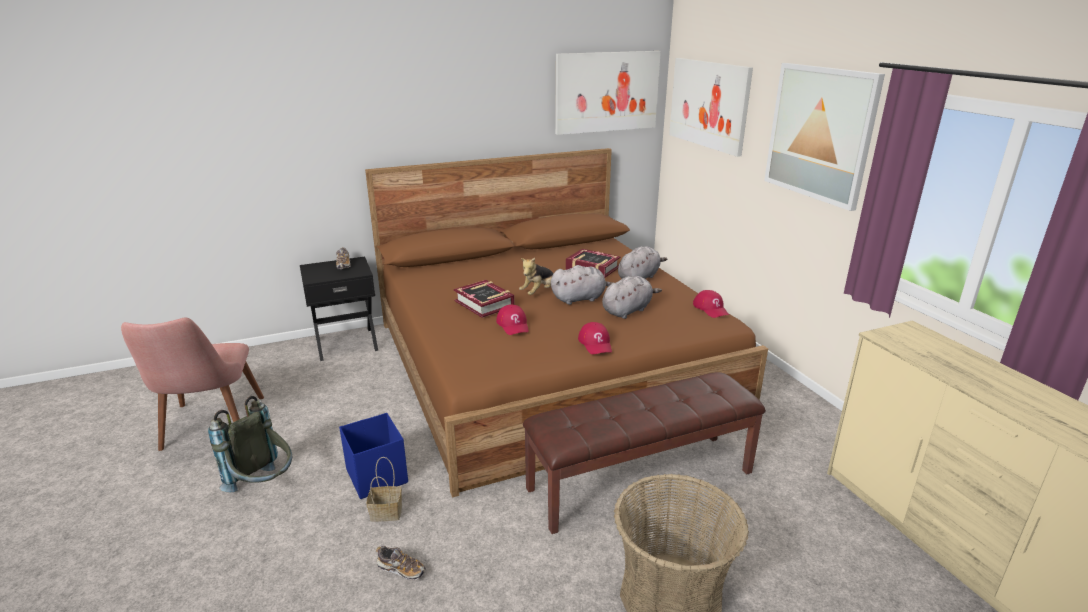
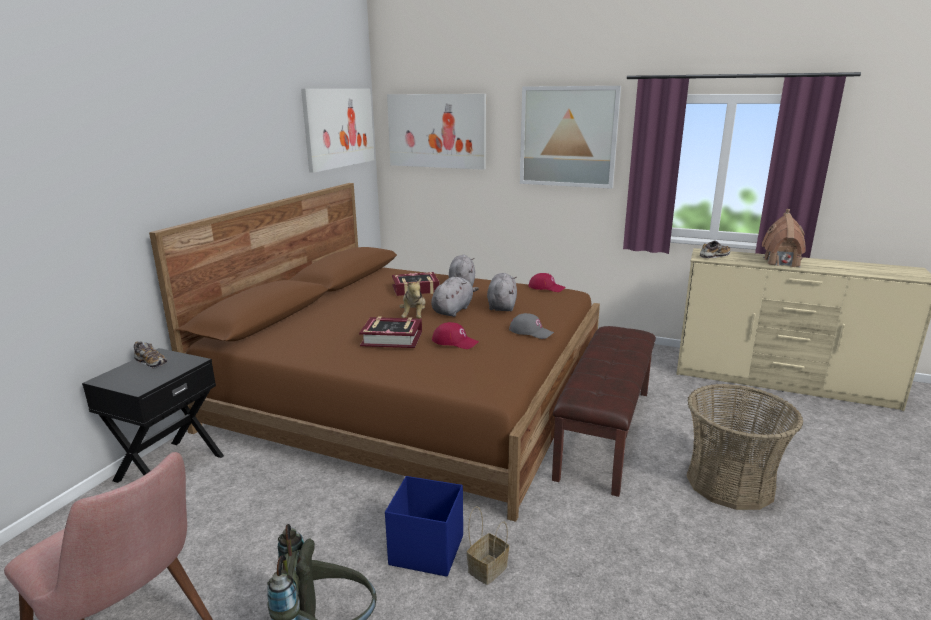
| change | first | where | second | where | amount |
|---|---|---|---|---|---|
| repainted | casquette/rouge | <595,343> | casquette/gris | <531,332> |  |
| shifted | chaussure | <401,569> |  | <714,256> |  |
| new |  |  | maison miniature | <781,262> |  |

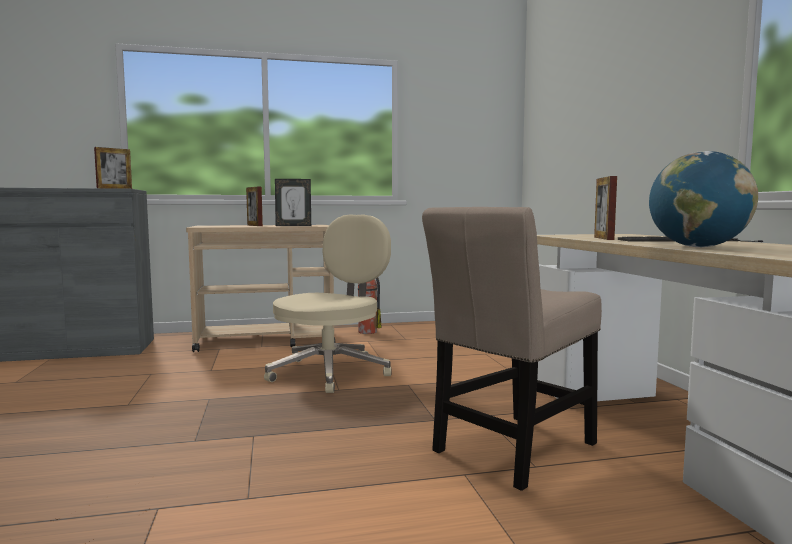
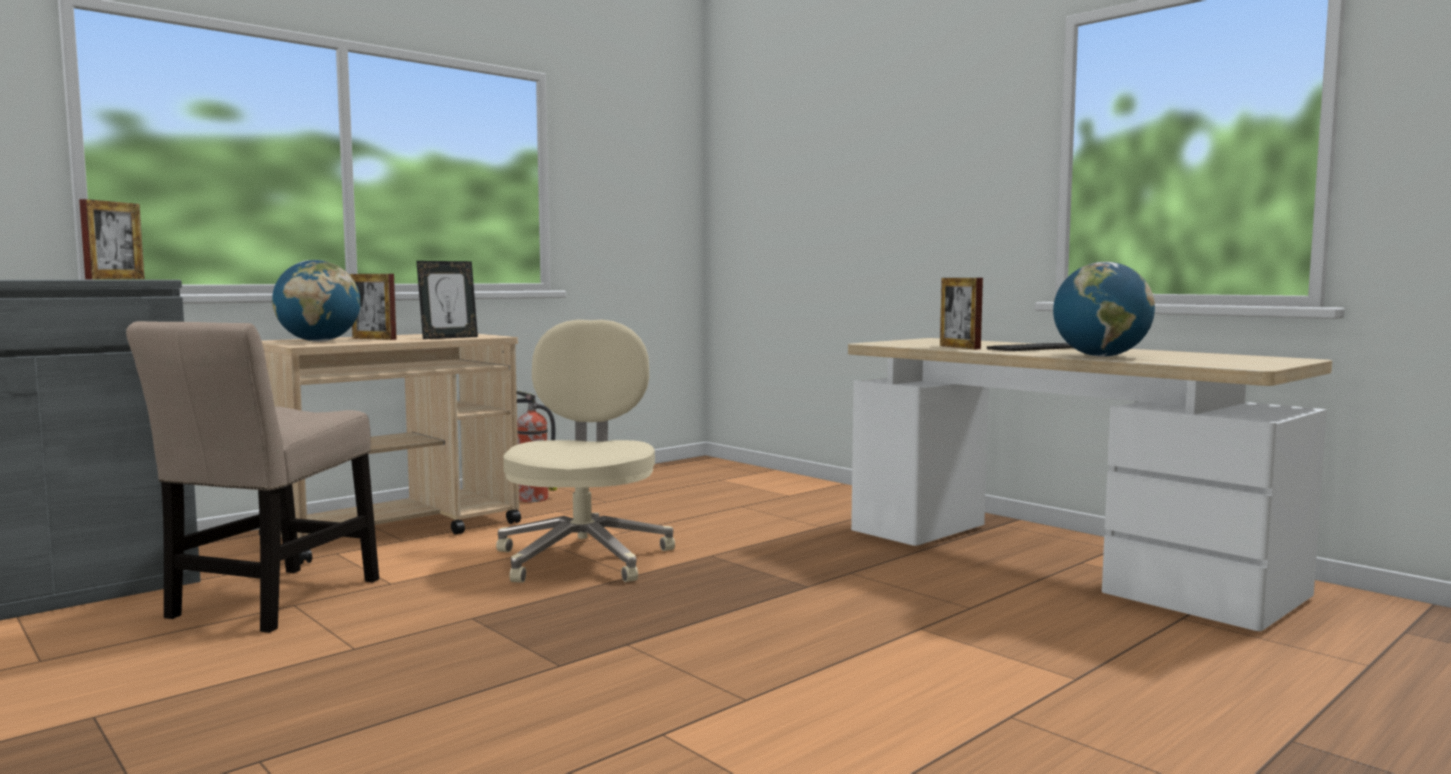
| change | first | where | second | where | amount |
|---|---|---|---|---|---|
| shifted | chaise/beige | <511,450> |  | <271,602> |  |
| new |  |  | globe | <319,341> |  |

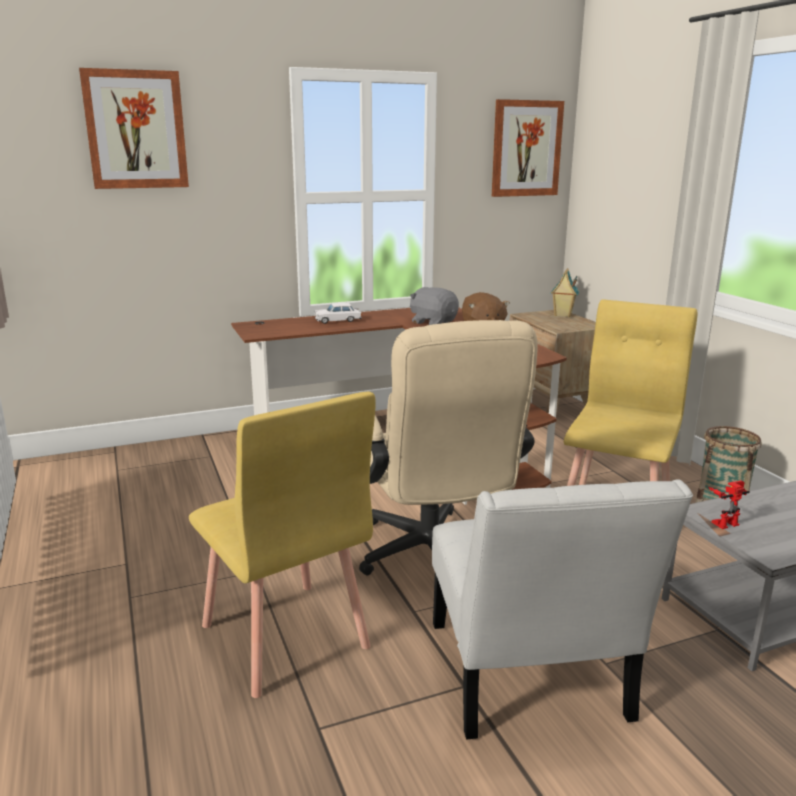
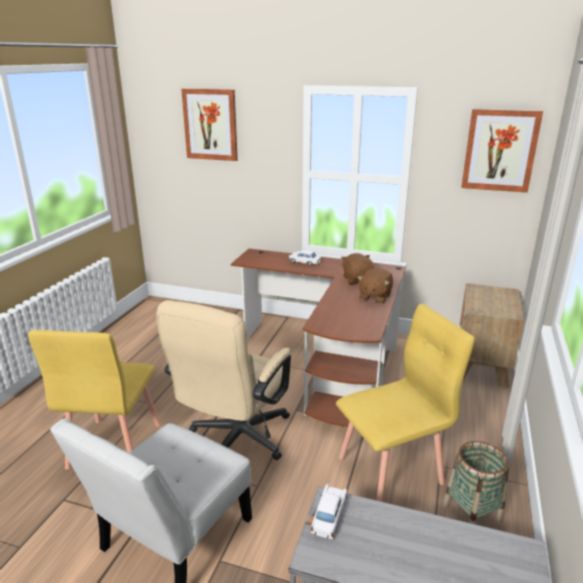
| change | first | where | second | where | amount |
|---|---|---|---|---|---|
| swapped | robot jouet | <724,522> | petite voiture/blanc | <328,516> |  |
| repainted | peluche/gris | <433,322> | peluche/marron | <357,280> |  |
| gone | maison miniature | <562,315> |  |  |  |

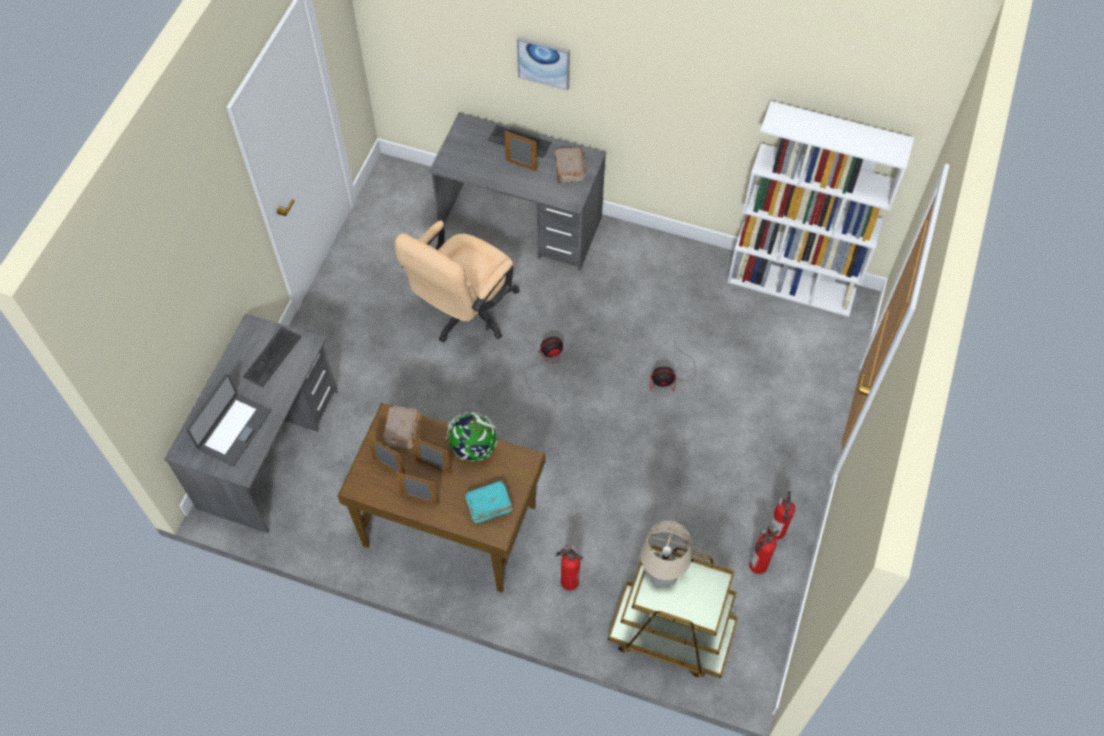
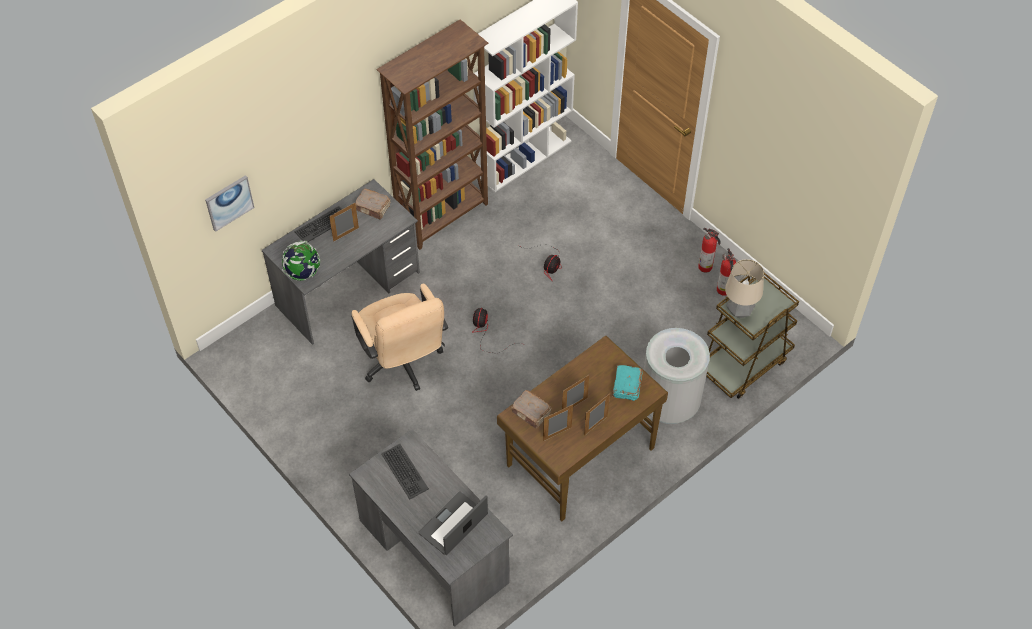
| change | first | where | second | where | amount |
|---|---|---|---|---|---|
| shifted | tableau | <544,62> |  | <229,202> |  |
| shifted | globe | <473,448> |  | <303,273> |  |
| new |  |  | bibliothèque/marron | <443,216> |  |
| rotated | ordinateur portable | <233,429> |  | <454,524> | 105 degrees counterclockwise |
| swapped | extincteur | <568,581> | poubelle/gris | <669,403> |  |

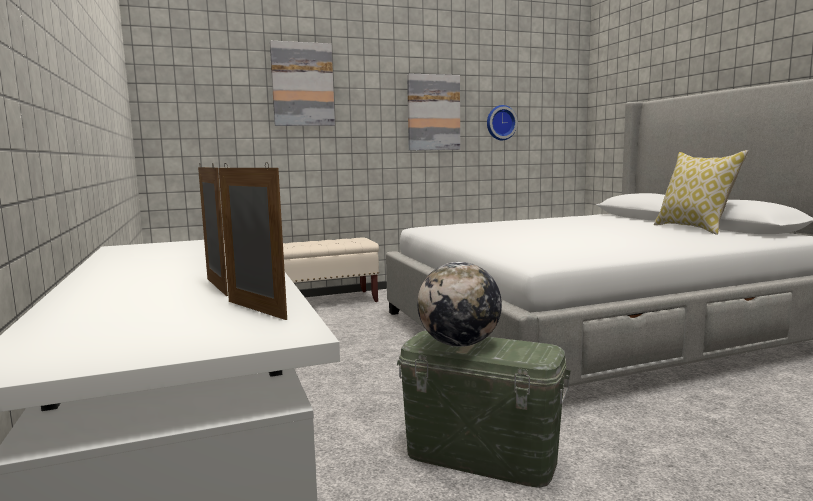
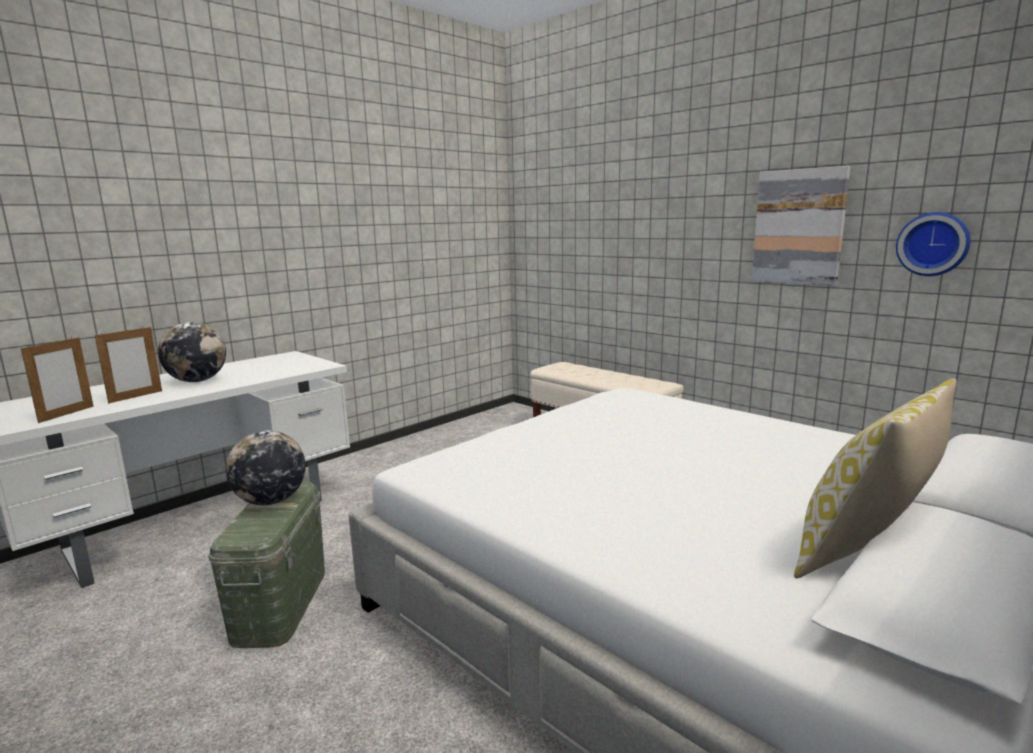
| change | first | where | second | where | amount |
|---|---|---|---|---|---|
| new |  |  | globe | <197,381> |  |
| gone | tableau | <302,84> |  |  |  |

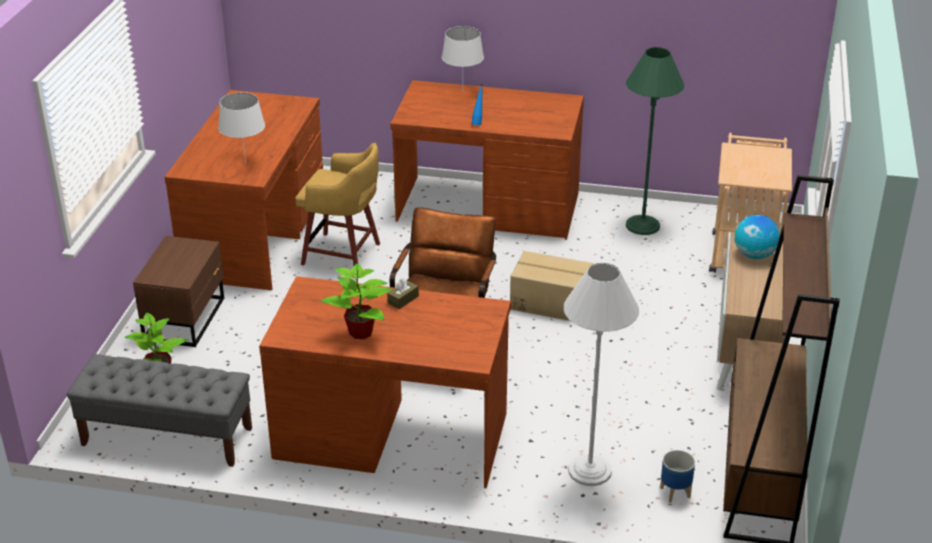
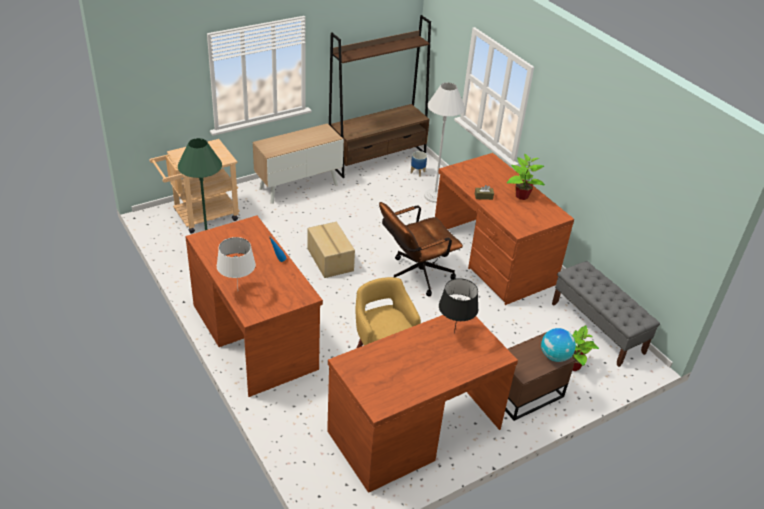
| change | first | where | second | where | amount |
|---|---|---|---|---|---|
| repainted | lampe de table/blanc | <245,163> | lampe de table/noir | <454,332> |  |
| shifted | globe | <754,255> |  | <555,356> |  |

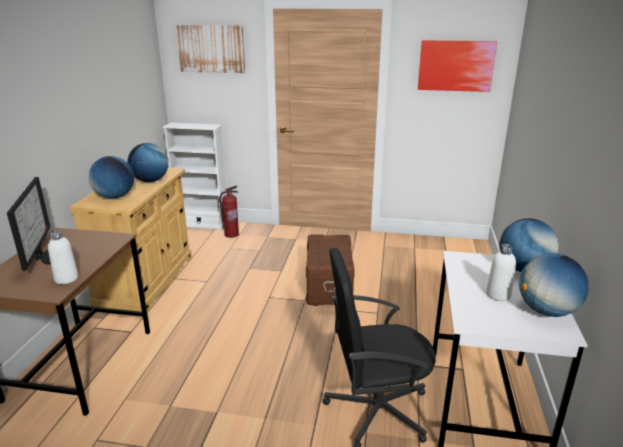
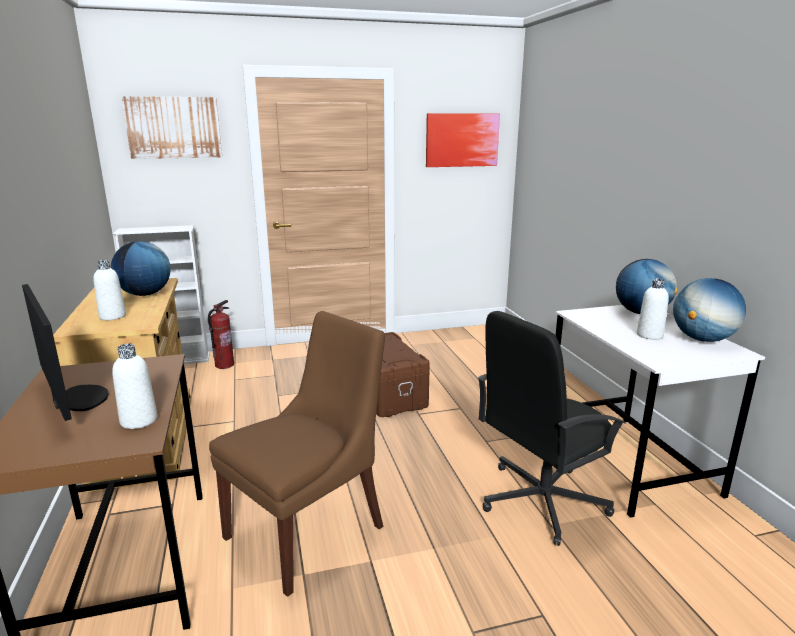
| change | first | where | second | where | amount |
|---|---|---|---|---|---|
| swapped | globe | <115,197> | bouteille/blanc | <112,316> |  |
| new |  |  | chaise/marron | <309,529> |  |

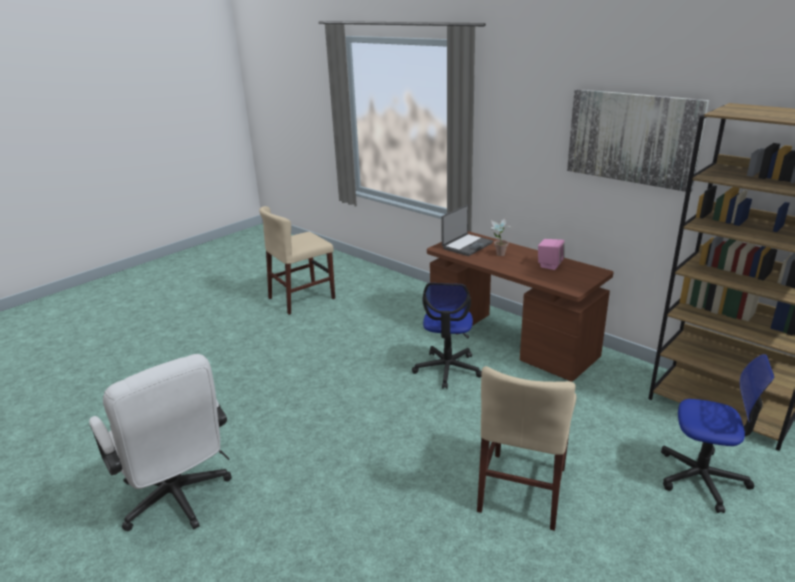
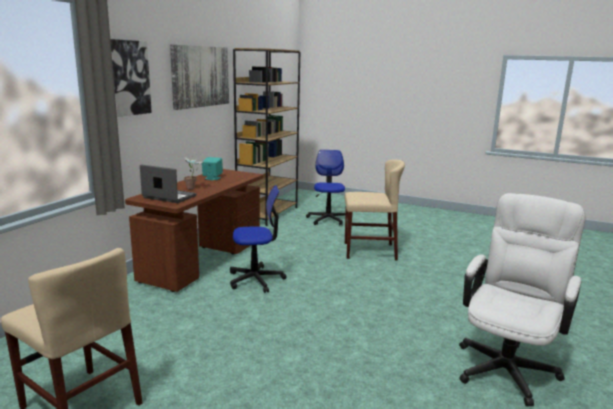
| change | first | where | second | where | amount |
|---|---|---|---|---|---|
| new |  |  | tableau | <129,78> |  |
| repainted | enceinte/rose | <550,265> | enceinte/turquoise | <212,178> |  |

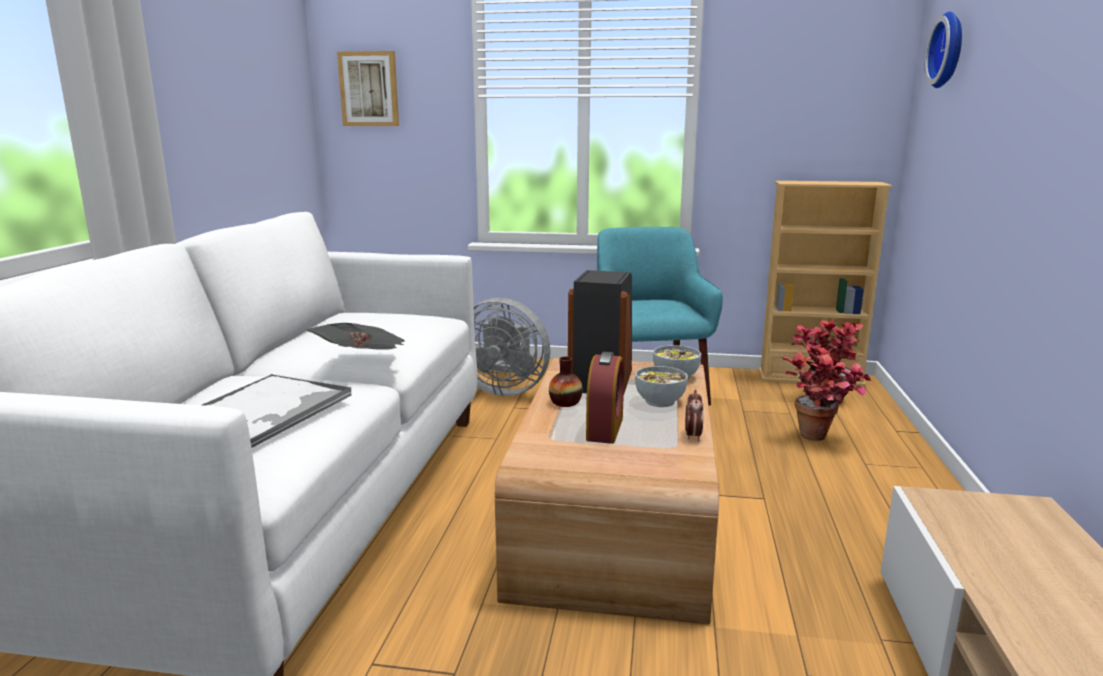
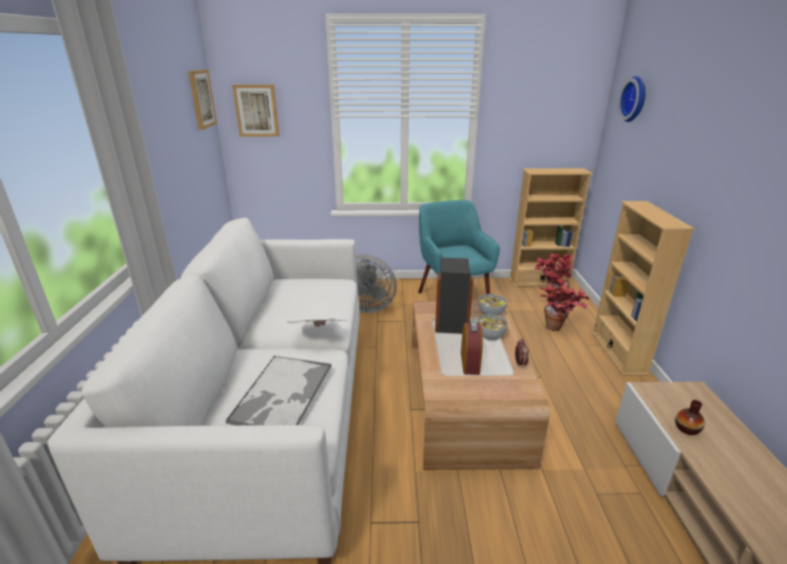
| change | first | where | second | where | amount |
|---|---|---|---|---|---|
| new |  |  | tableau | <201,99> |  |
| new |  |  | bibliothèque/beige | <618,352> |  |
| shifted | vase | <565,402> |  | <687,429> |  |

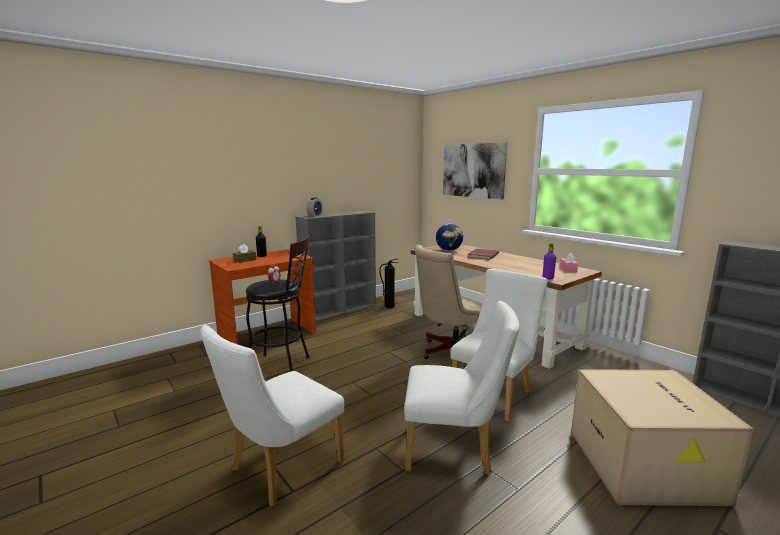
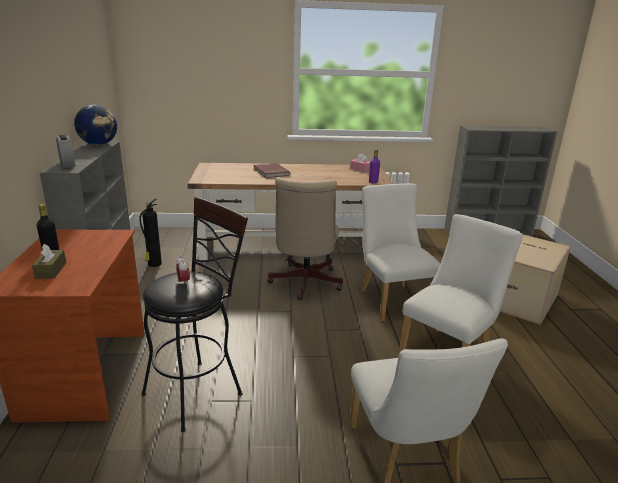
| change | first | where | second | where | amount |
|---|---|---|---|---|---|
| shifted | globe | <449,250> |  | <99,144> |  |
| gone | tableau | <473,170> |  |  |  |

